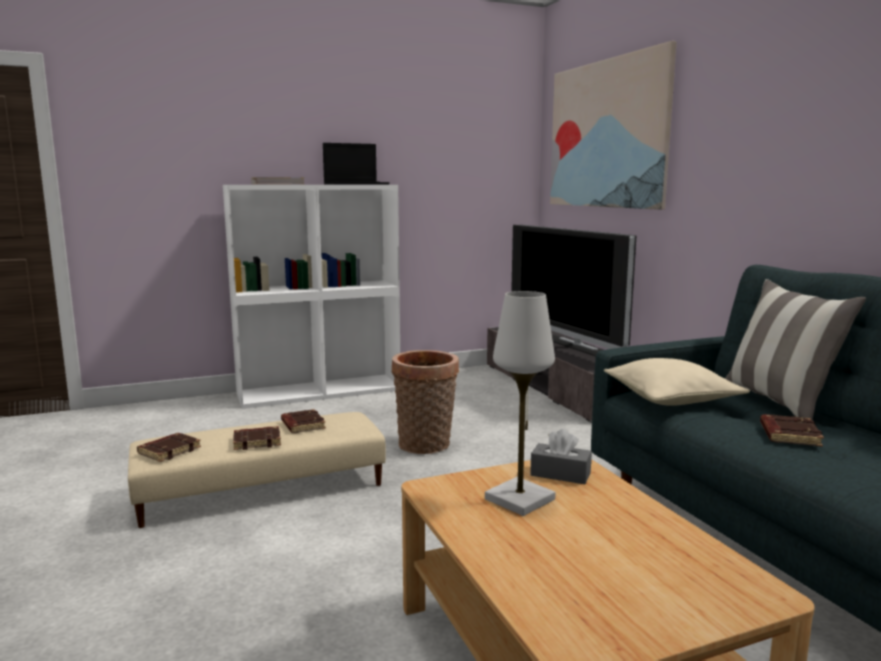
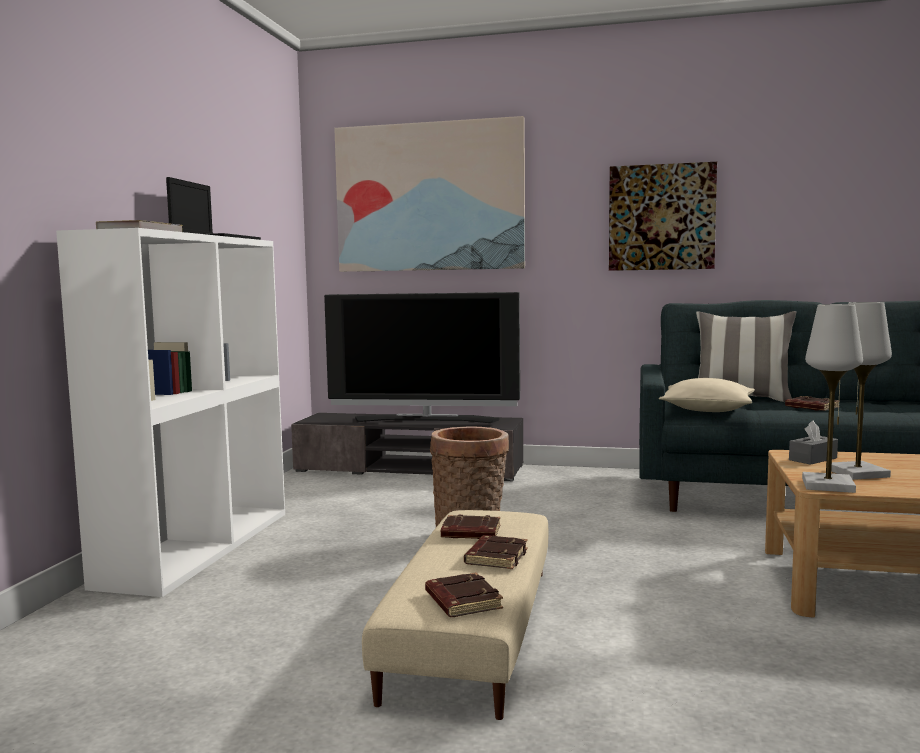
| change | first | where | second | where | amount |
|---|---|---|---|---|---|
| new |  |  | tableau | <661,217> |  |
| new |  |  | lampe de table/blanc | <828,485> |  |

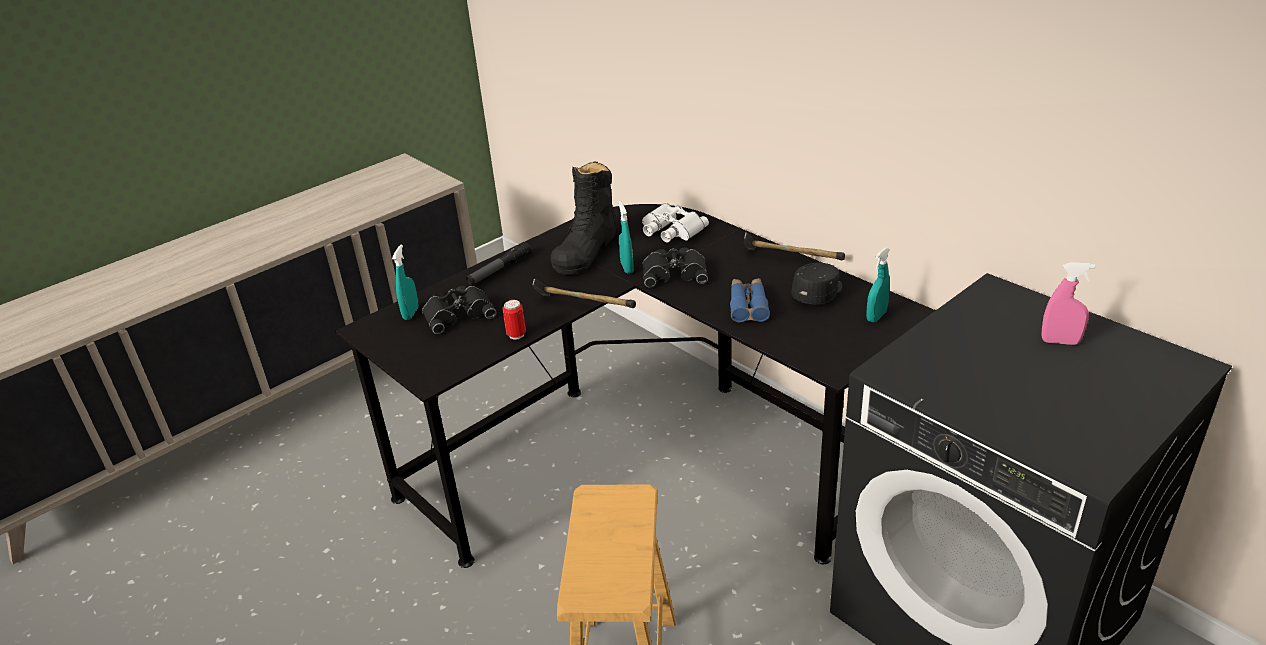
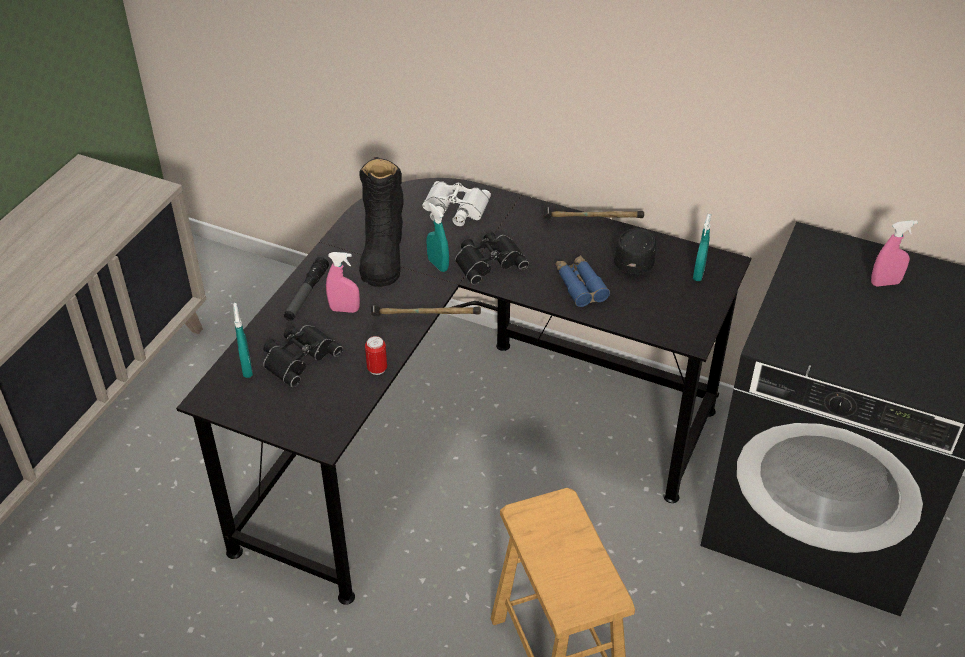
| change | first | where | second | where | amount |
|---|---|---|---|---|---|
| new |  |  | vaporisateur/rose | <344,309> |  |

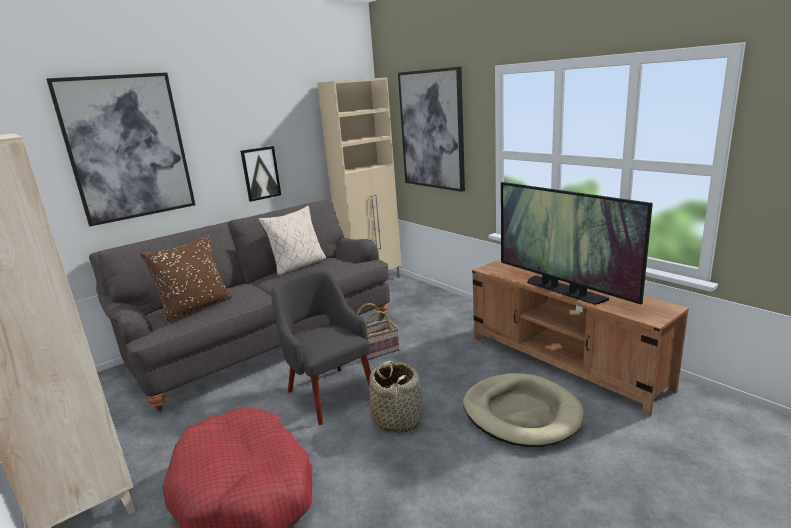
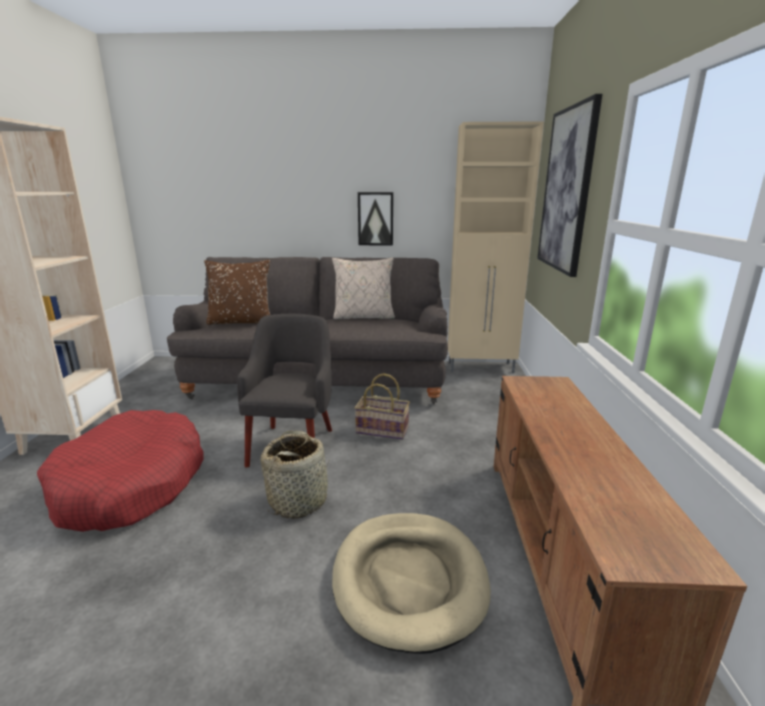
| change | first | where | second | where | amount |
|---|---|---|---|---|---|
| gone | tableau | <127,148> |  |  |  |
| gone | téléviseur | <564,290> |  |  |  |

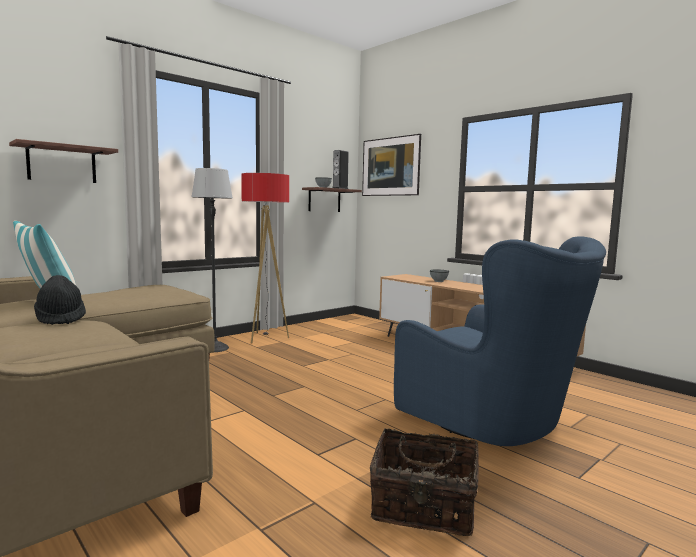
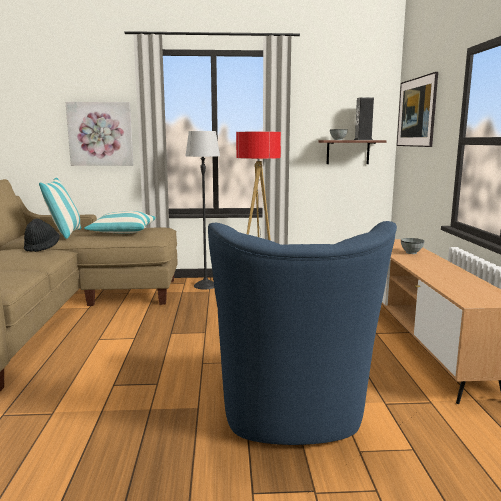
| change | first | where | second | where | amount |
|---|---|---|---|---|---|
| swapped | étagère | <62,164> | tableau | <100,134> |  |
| new |  |  | coussin | <122,231> |  |
| gone | panier | <423,508> |  |  |  |

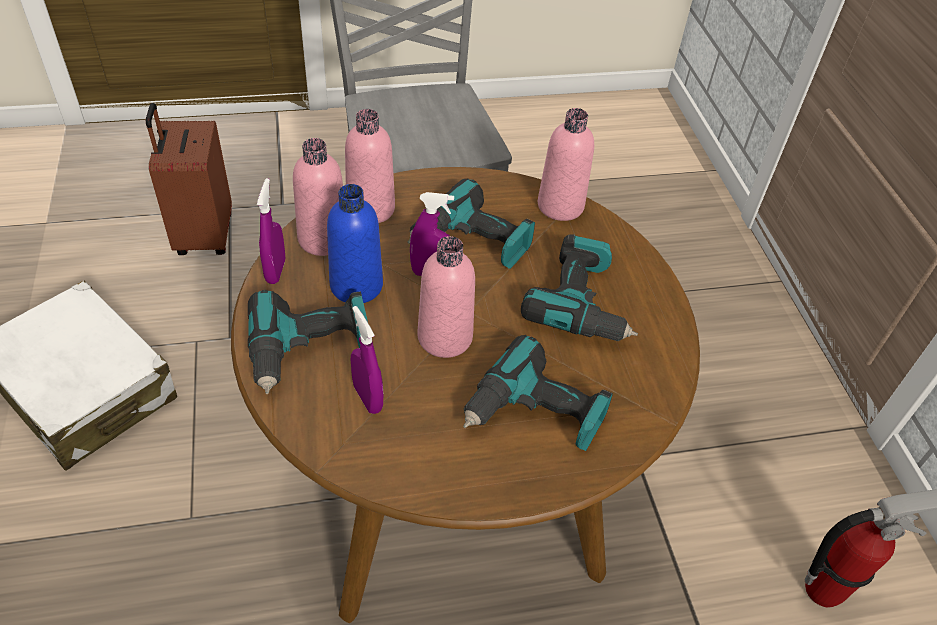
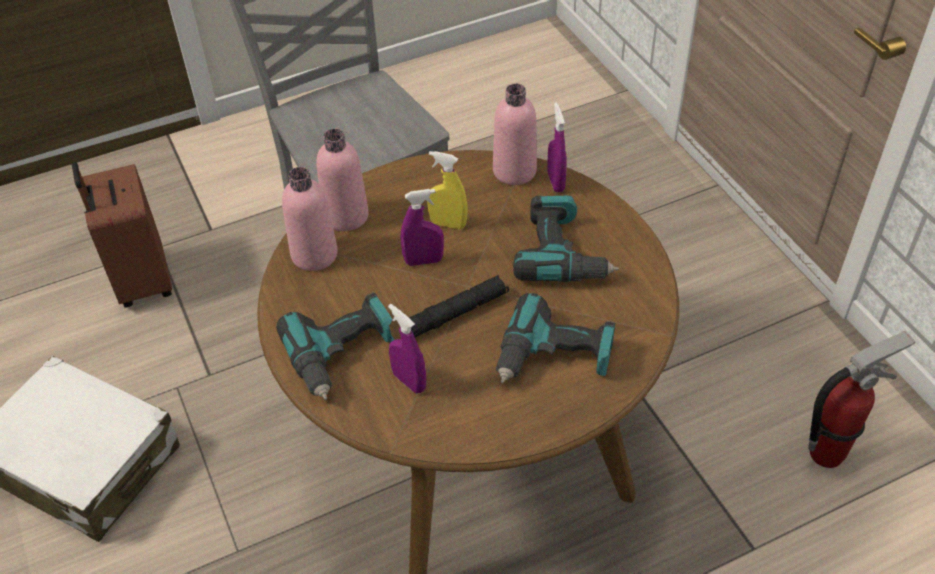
| change | first | where | second | where | amount |
|---|---|---|---|---|---|
| swapped | bouteille/rose | <445,337> | lampe de poche/noir | <455,313> |  |
| swapped | perceuse | <472,242> | vaporisateur/jaune | <448,224> |  |
| shifted | vaporisateur/violet | <275,271> |  | <555,182> |  |
| gone | bouteille/bleu | <356,286> |  |  |  |

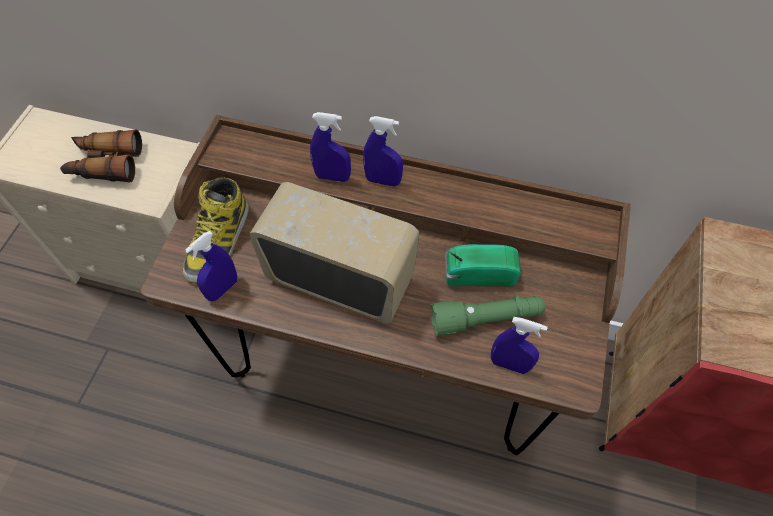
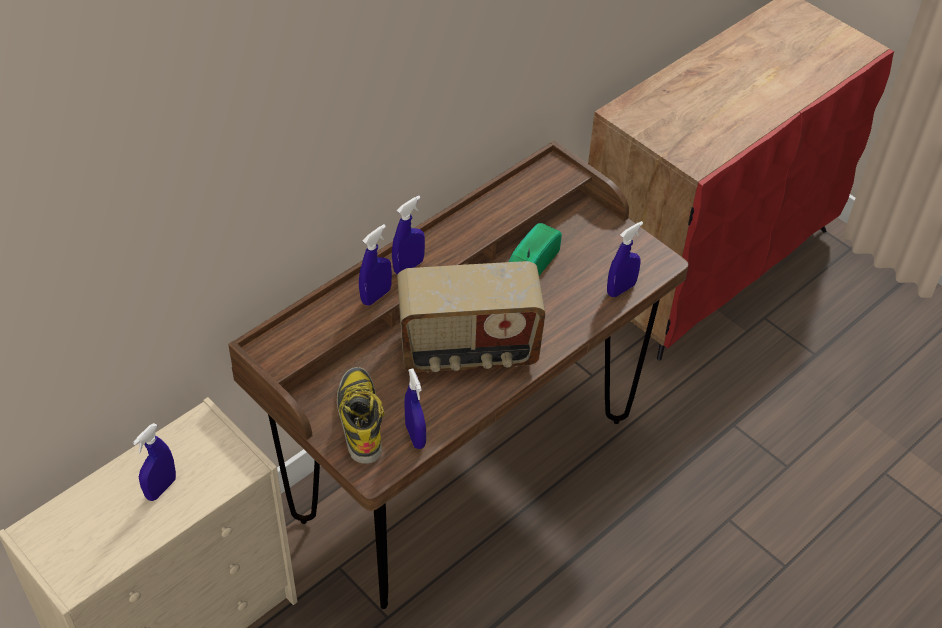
| change | first | where | second | where | amount |
|---|---|---|---|---|---|
| swapped | jumelles | <105,164> | vaporisateur/bleu | <161,488> |  |
| rotated | botte | <218,241> |  | <360,418> | 150 degrees counterclockwise |
| rotated | radio | <341,278> |  | <468,351> | 150 degrees counterclockwise |
| gone | lampe de poche/vert | <486,319> |  |  |  |

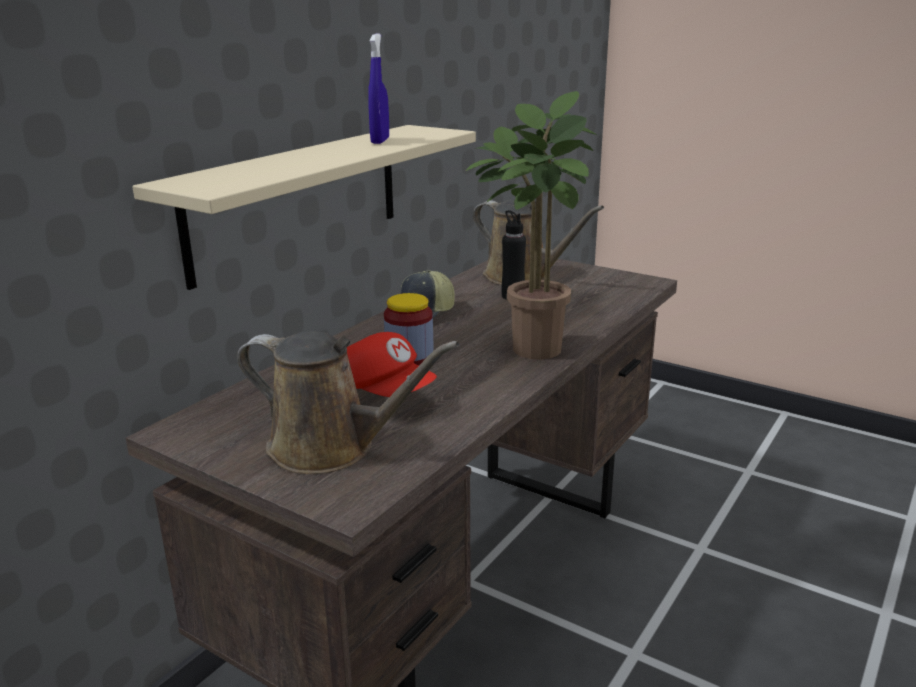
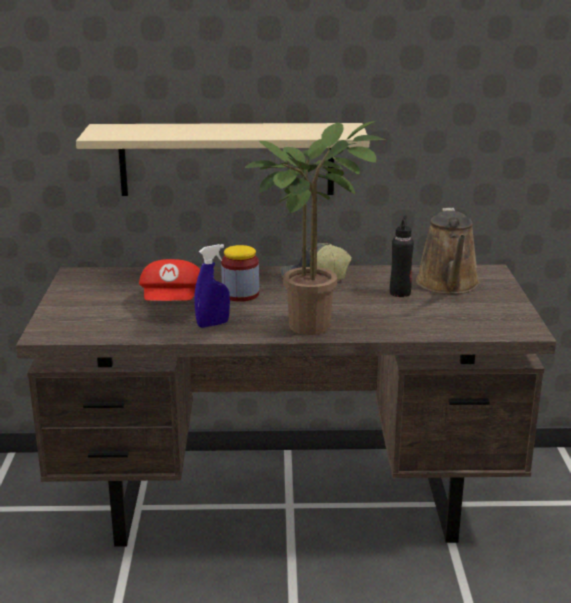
| change | first | where | second | where | amount |
|---|---|---|---|---|---|
| shifted | vaporisateur/bleu | <380,141> |  | <213,324> |  |
| gone | arrosoir/marron | <331,448> |  |  |  |

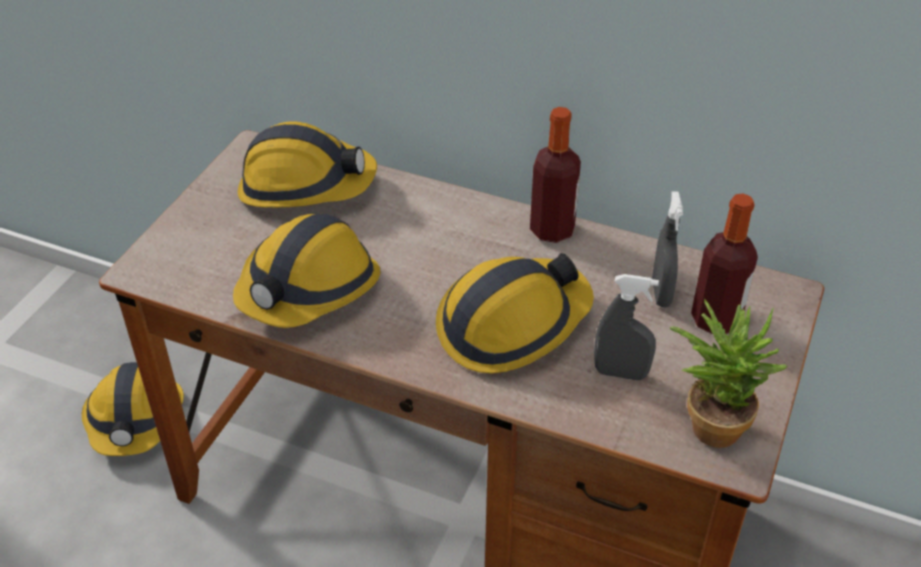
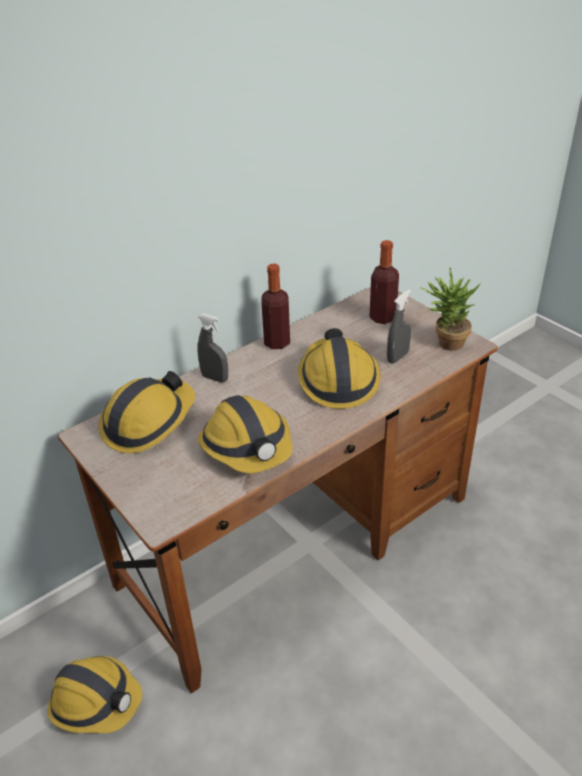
| change | first | where | second | where | amount |
|---|---|---|---|---|---|
| shifted | vaporisateur/gris | <661,293> |  | <215,378> |  |

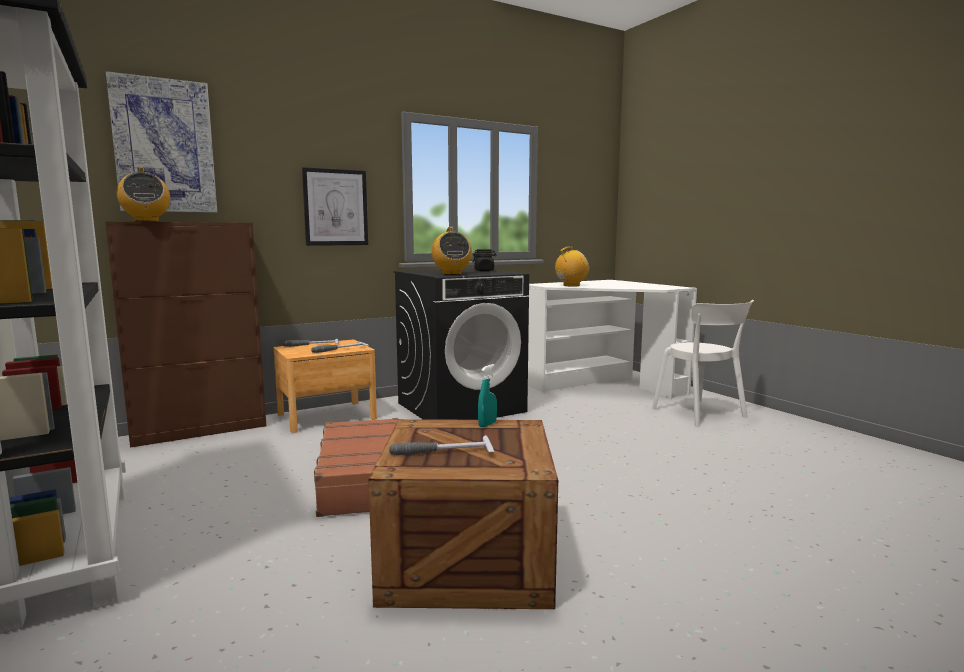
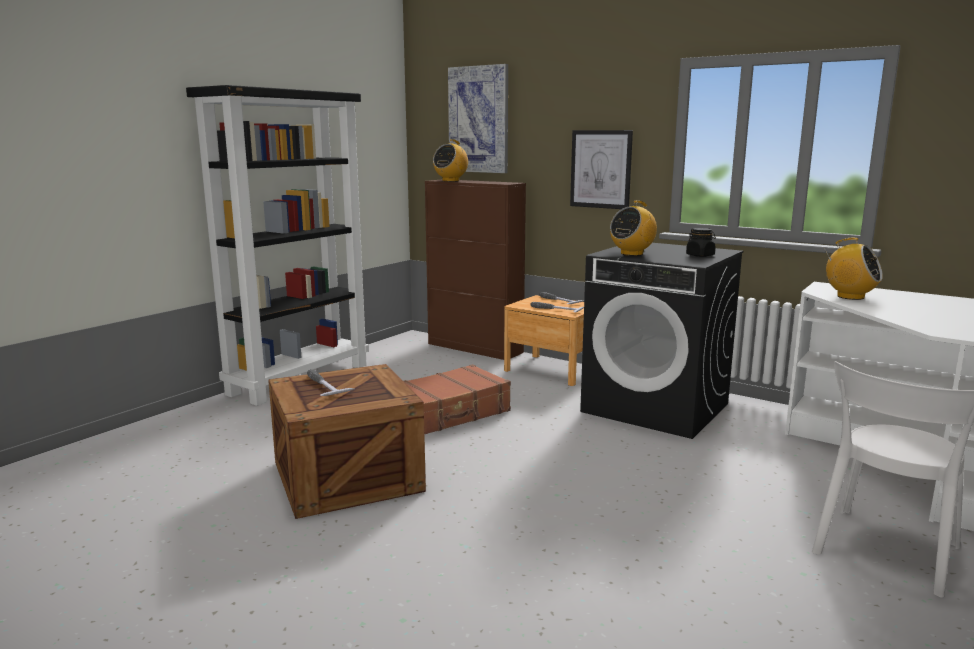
| change | first | where | second | where | amount |
|---|---|---|---|---|---|
| gone | vaporisateur/turquoise | <487,424> |  |  |  |

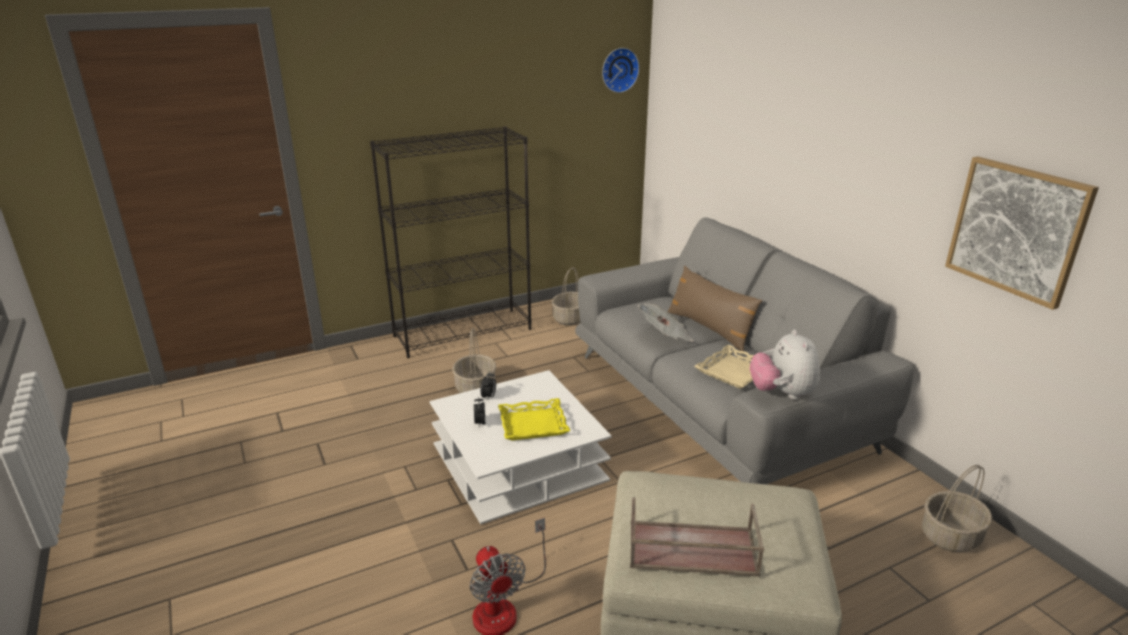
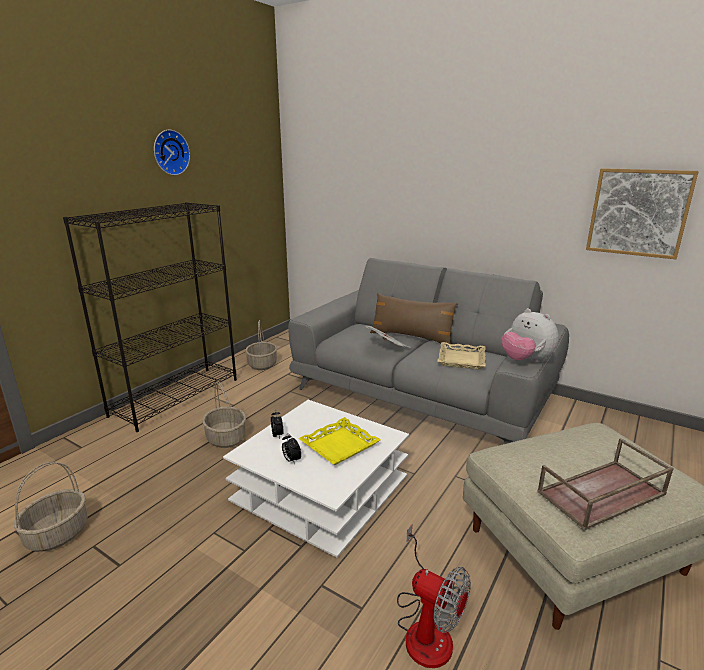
| change | first | where | second | where | amount |
|---|---|---|---|---|---|
| shifted | panier | <950,535> |  | <58,533> |  |
| shifted | horloge murale | <619,70> |  | <170,152> |  |

